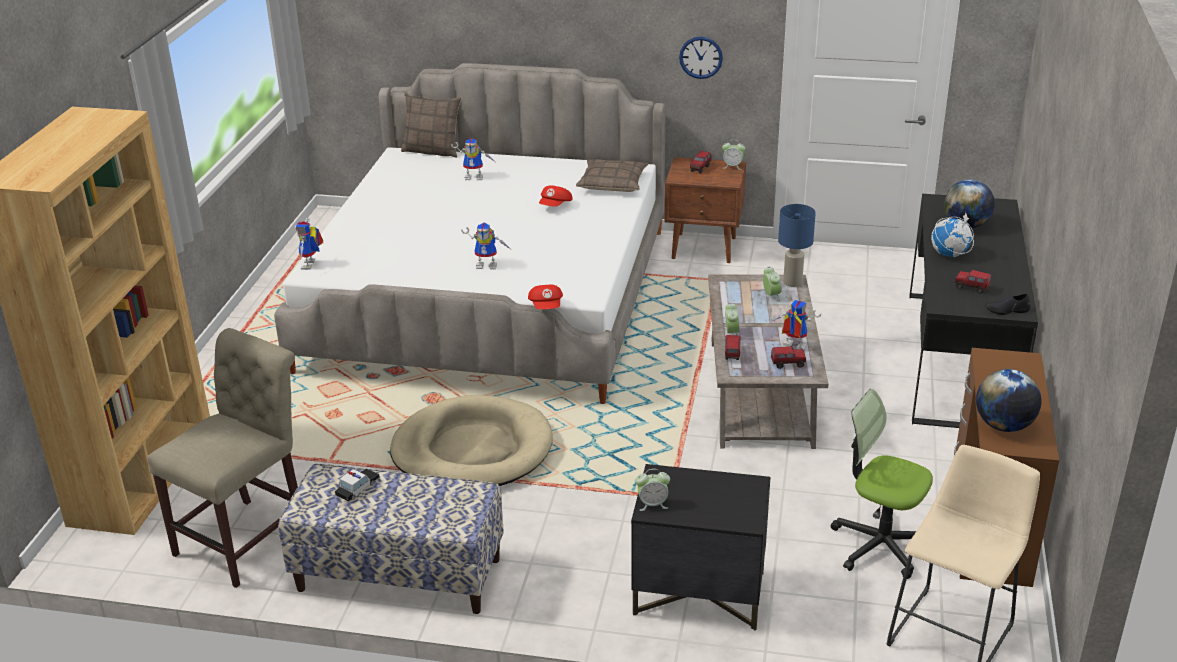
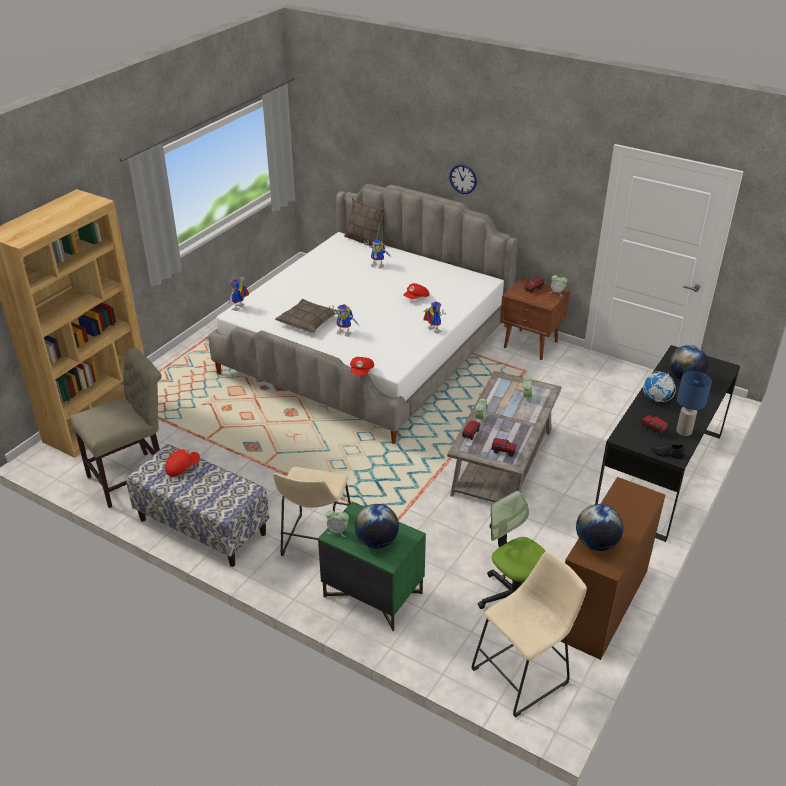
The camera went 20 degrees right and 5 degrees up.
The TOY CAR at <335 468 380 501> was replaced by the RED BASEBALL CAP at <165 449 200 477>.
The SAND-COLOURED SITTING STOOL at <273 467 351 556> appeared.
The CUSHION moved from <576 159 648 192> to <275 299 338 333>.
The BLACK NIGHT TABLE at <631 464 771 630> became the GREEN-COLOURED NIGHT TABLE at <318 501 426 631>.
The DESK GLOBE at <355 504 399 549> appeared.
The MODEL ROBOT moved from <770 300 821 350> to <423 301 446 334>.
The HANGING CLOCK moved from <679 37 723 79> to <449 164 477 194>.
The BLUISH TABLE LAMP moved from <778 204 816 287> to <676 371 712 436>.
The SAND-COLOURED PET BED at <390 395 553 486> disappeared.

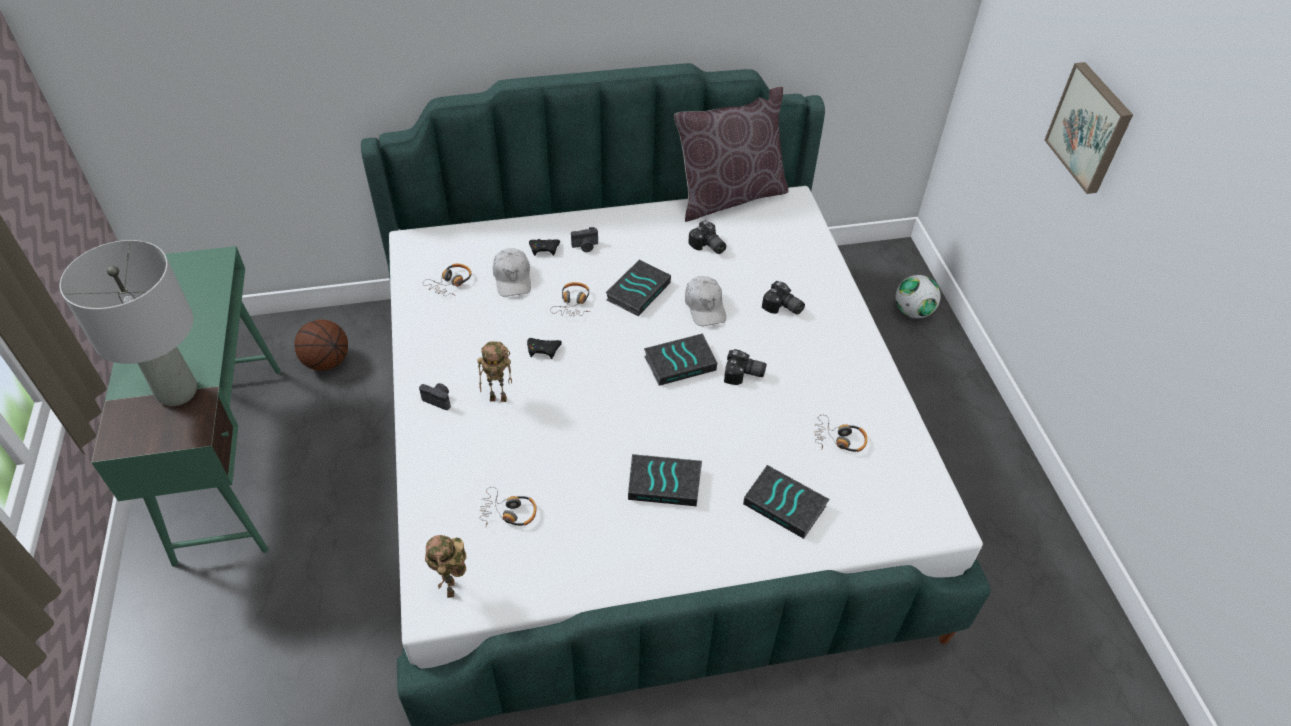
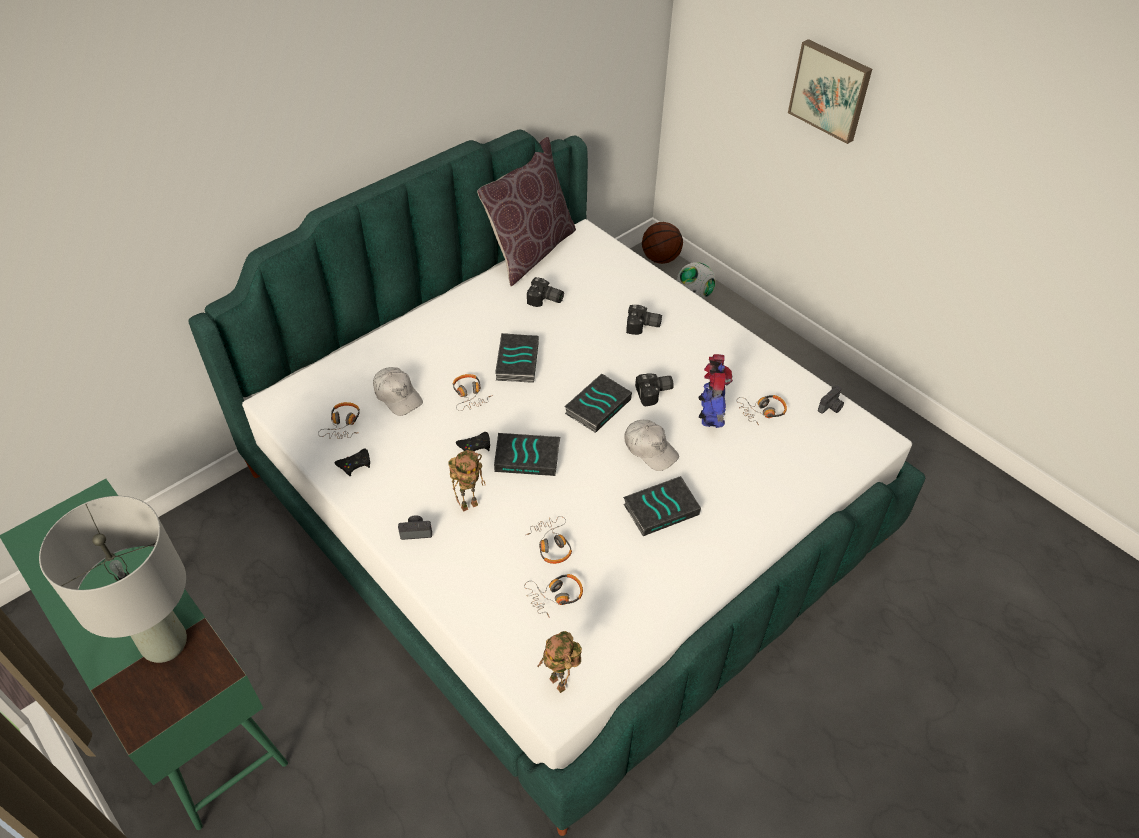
The camera went 30 degrees left and 0 degrees up.
The BLACK GAMEPAD moved from <529 239 560 256> to <335 448 370 476>.
The BOOK moved from <743 465 830 539> to <494 433 560 476>.
The PAIR OF HEADPHONES at <526 516 572 564> appeared.
The WHITISH BASEBALL CAP moved from <685 276 726 326> to <624 420 679 471>.
The BASKETBALL moved from <295 319 348 371> to <642 222 683 264>.
The MODEL ROBOT at <698 354 733 428> appeared.
The PHOTO CAMERA moved from <571 227 598 252> to <818 386 844 414>.

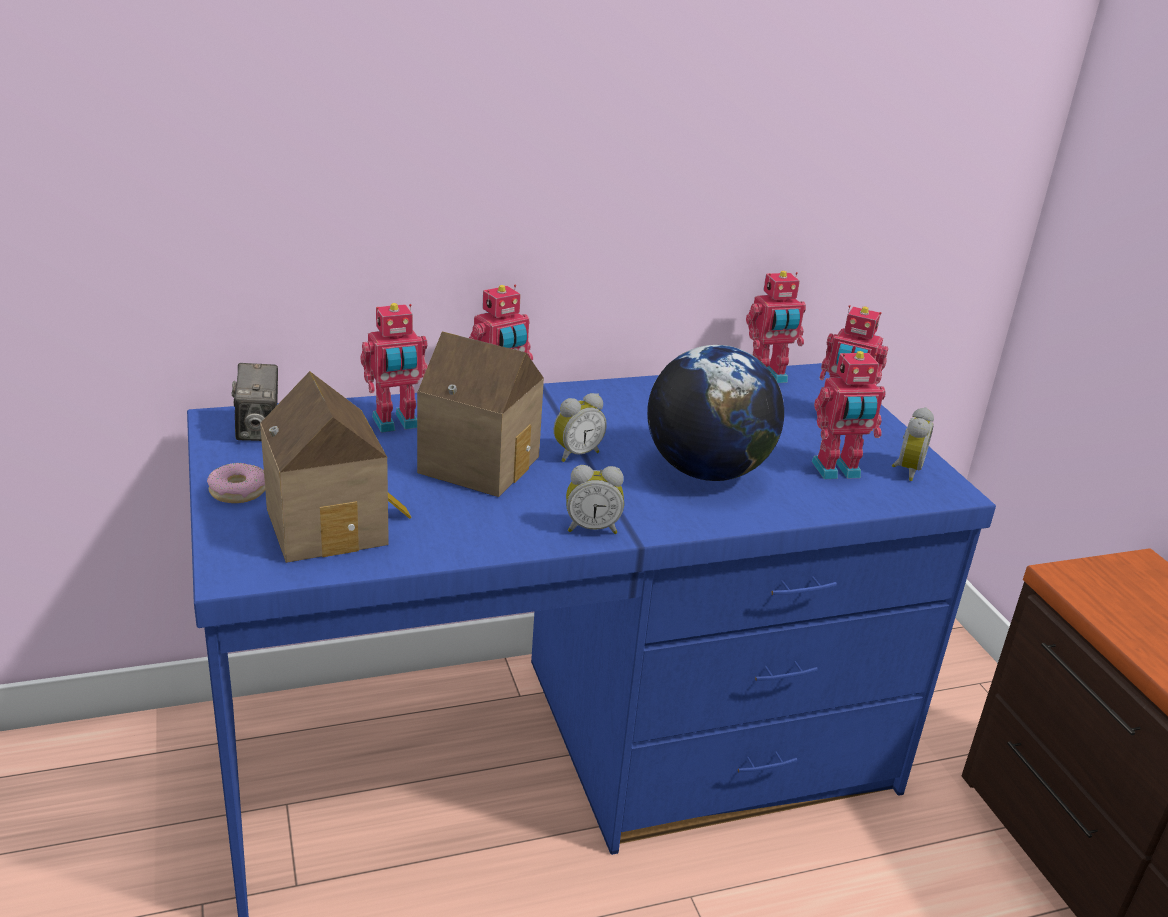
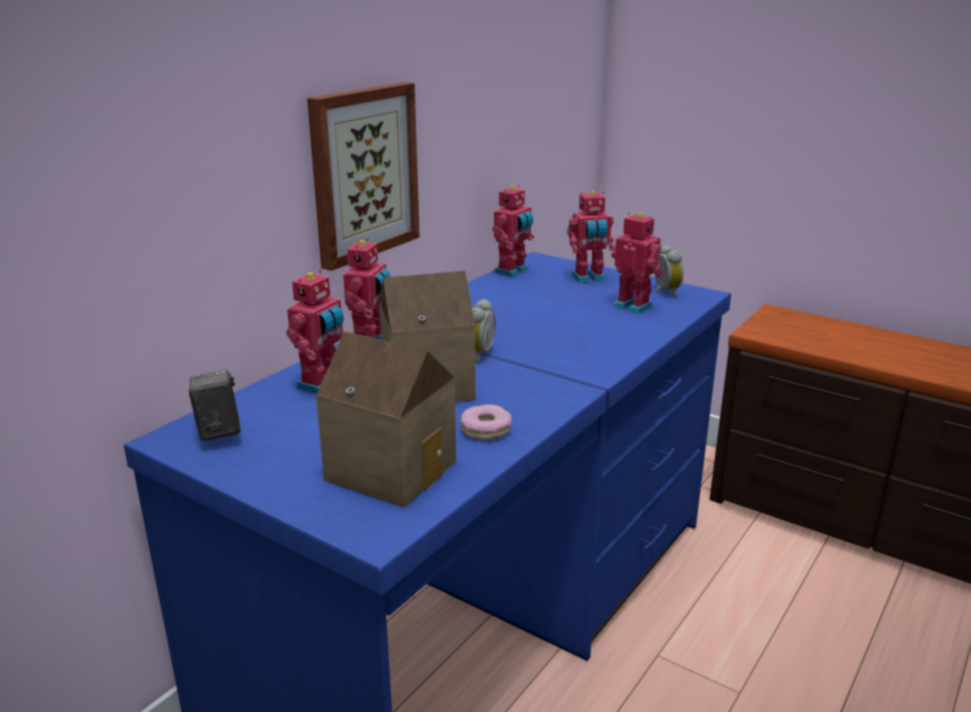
The camera went 35 degrees left and 5 degrees down.
The PHOTO CAMERA at <232 363 278 441> turned 150 degrees counterclockwise.
The WALL ART at <307 82 420 271> appeared.
The DOUGHNUT moved from <207 463 265 503> to <460 404 512 440>.
The MODEL ROBOT at <811 351 886 479> turned 90 degrees counterclockwise.
The ALARM CLOCK at <566 465 624 534> disappeared.
The DESK GLOBE at <647 345 784 481> disappeared.

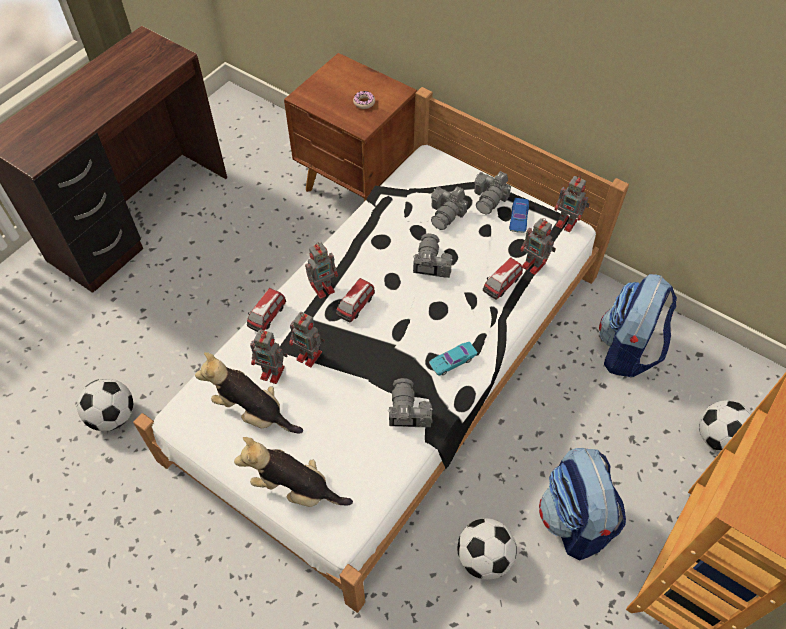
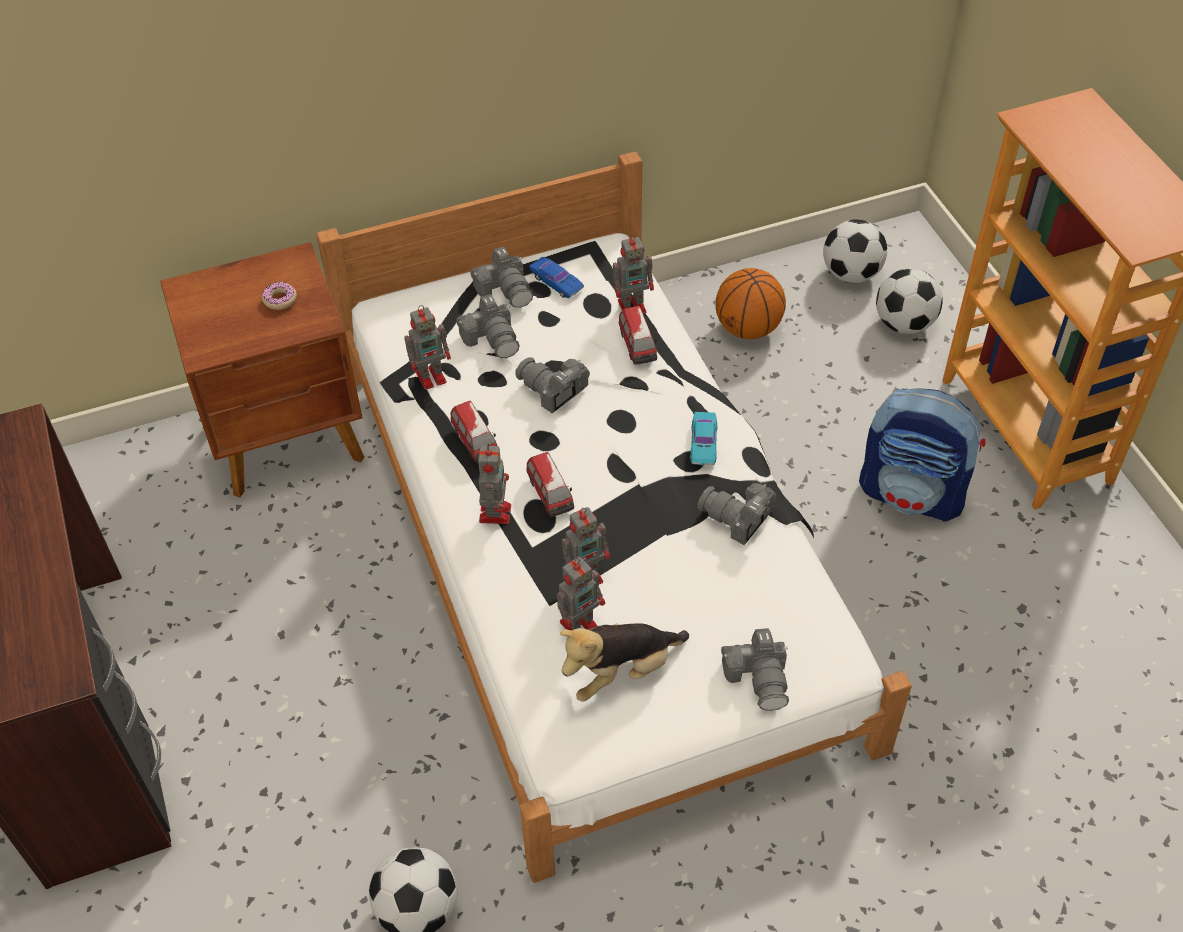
The camera went 55 degrees left and 5 degrees down.
The MODEL ROBOT moved from <555 175 590 232> to <404 305 451 390>.
The TOY CAR moved from <247 288 286 332> to <450 401 497 463>.
The RUCKSACK at <599 274 677 377> was replaced by the BASKETBALL at <715 268 786 339>.
The SOFT TOY at <234 437 353 507> was replaced by the PHOTO CAMERA at <721 628 789 711>.
The FOOTBALL BALL moved from <458 518 517 580> to <823 219 887 283>.

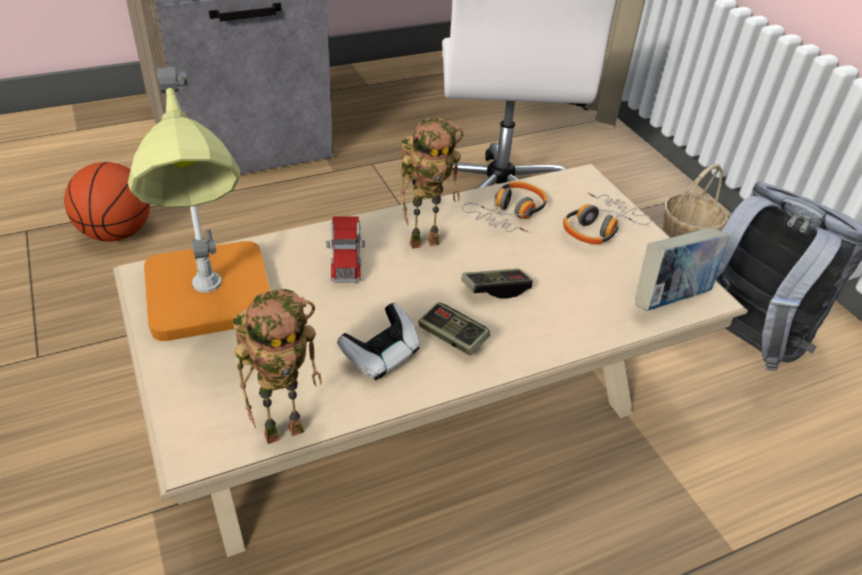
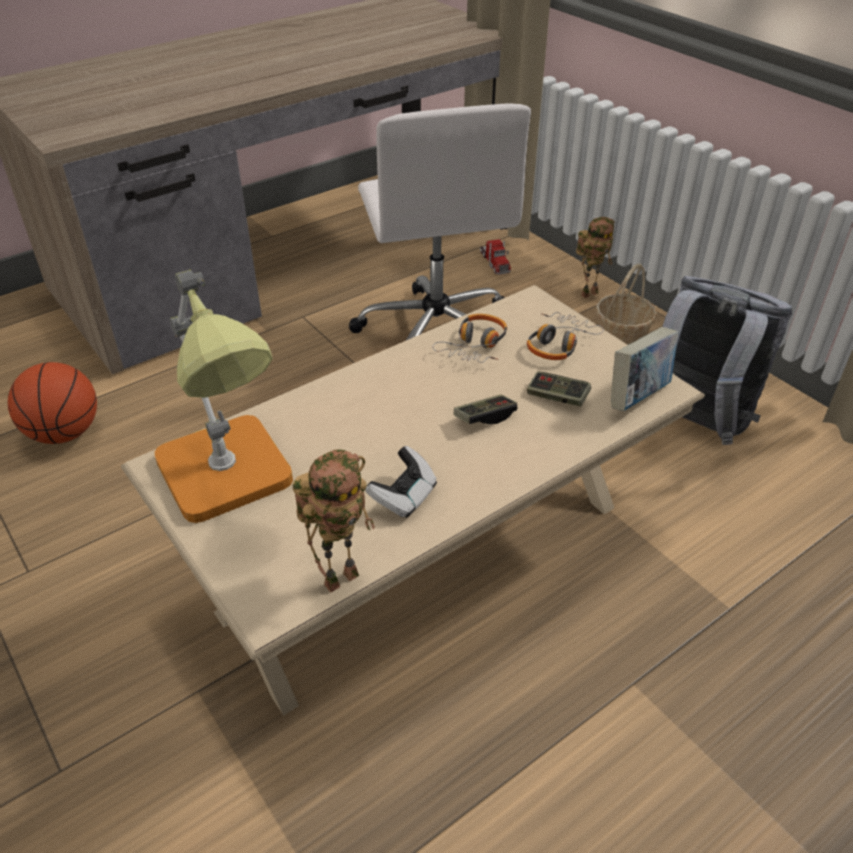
The camera went 10 degrees left and 0 degrees up.
The MODEL TRUCK moved from <326 216 365 283> to <480 239 511 275>.
The GAMEPAD moved from <418 302 490 356> to <527 371 591 407>.
The MODEL ROBOT moved from <400 118 463 249> to <576 217 615 298>.

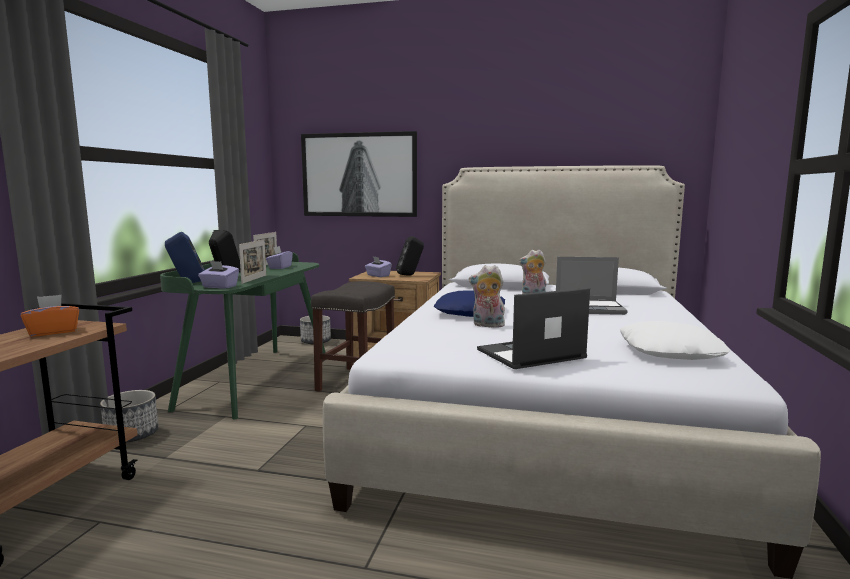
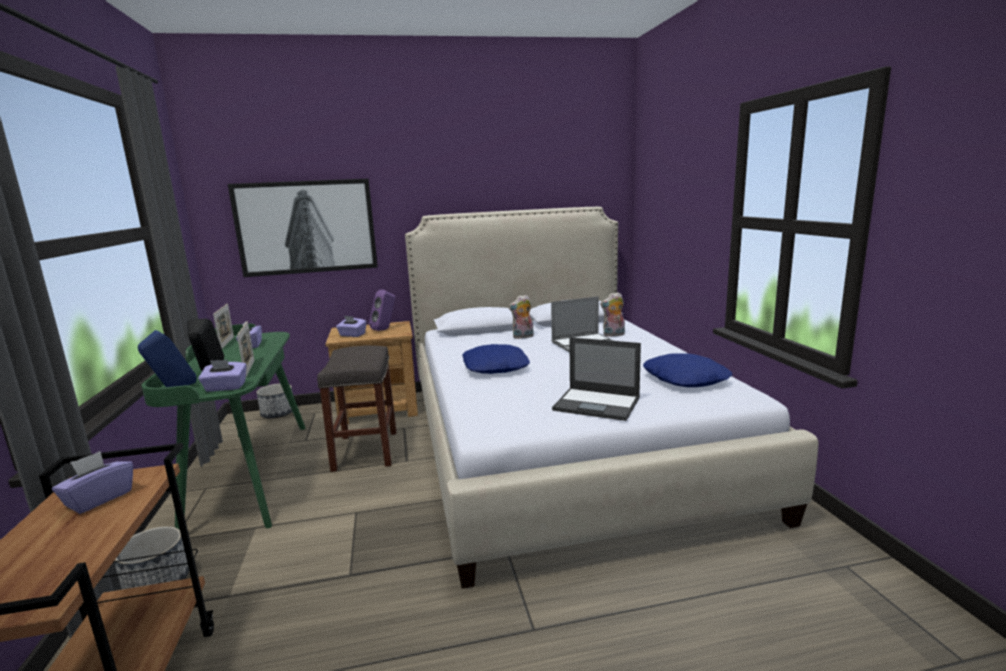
The camera went 25 degrees left and 5 degrees up.
The ORANGE-COLOURED BOX OF TISSUES at <21 295 79 337> became the PURPLISH BOX OF TISSUES at <52 451 133 514>.
The BLACK LOUDSPEAKER at <396 236 424 276> became the PURPLISH LOUDSPEAKER at <369 290 395 331>.
The PORTABLE COMPUTER at <477 288 590 369> turned 105 degrees counterclockwise.
The SOFT TOY moved from <469 265 505 328> to <600 292 625 337>.
The WHITISH CUSHION at <620 321 730 360> became the BLUISH CUSHION at <643 353 732 387>.

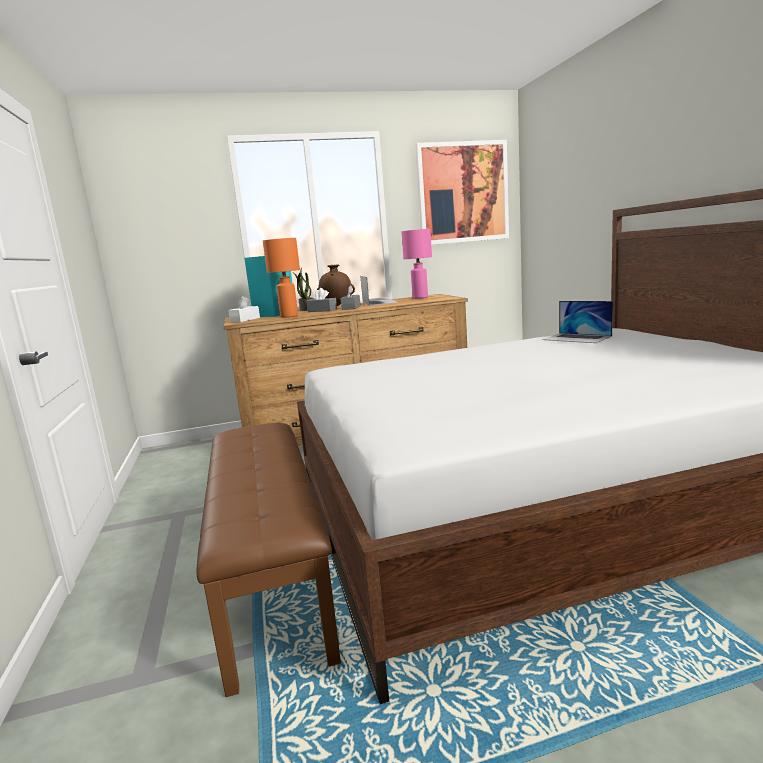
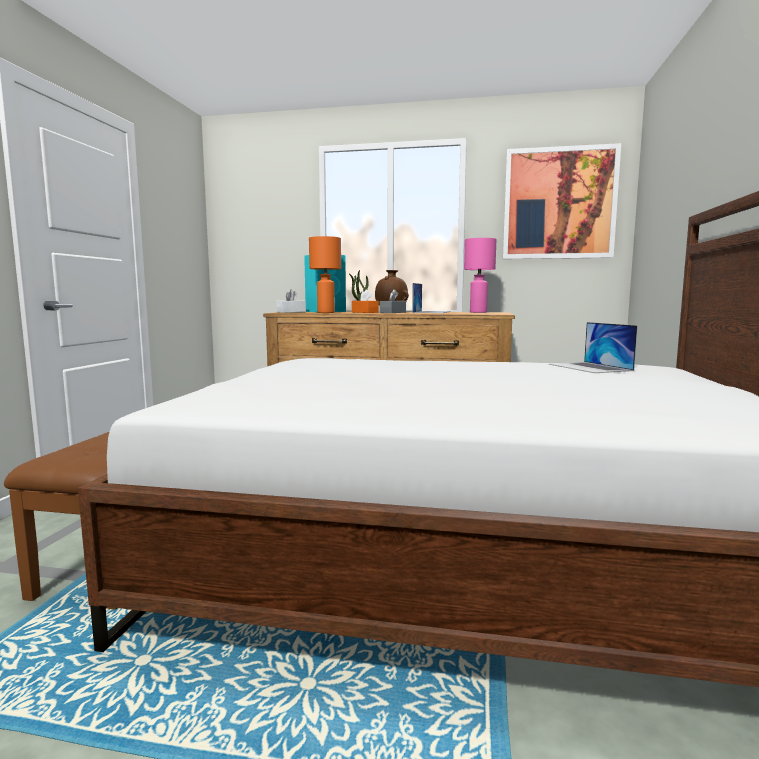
The camera went 25 degrees right and 5 degrees down.
The GREY BOX OF TISSUES at <306 288 337 312> became the ORANGE-COLOURED BOX OF TISSUES at <352 290 379 313>.

